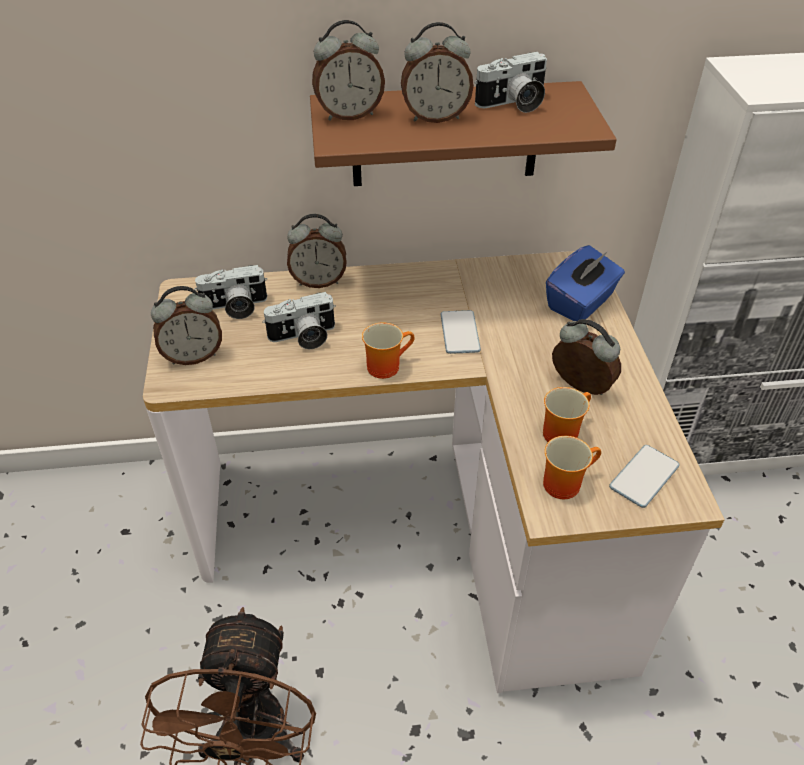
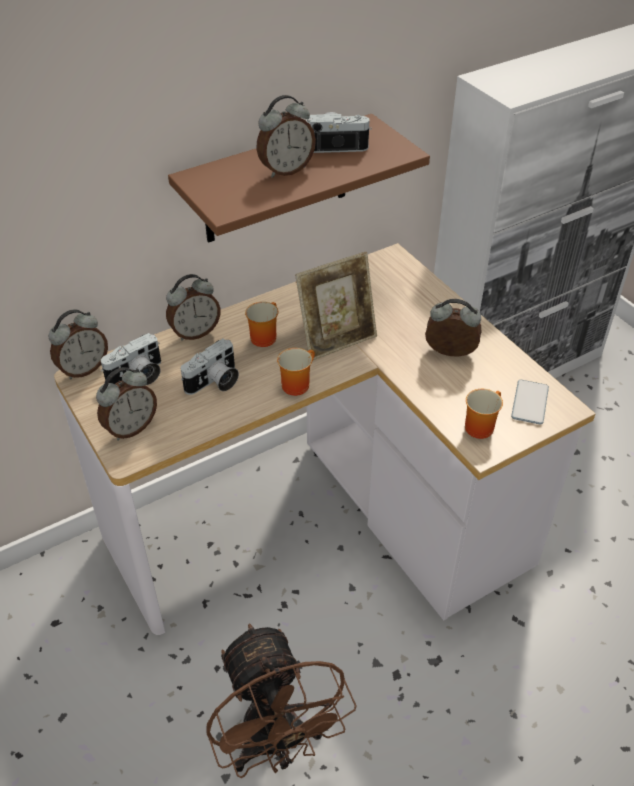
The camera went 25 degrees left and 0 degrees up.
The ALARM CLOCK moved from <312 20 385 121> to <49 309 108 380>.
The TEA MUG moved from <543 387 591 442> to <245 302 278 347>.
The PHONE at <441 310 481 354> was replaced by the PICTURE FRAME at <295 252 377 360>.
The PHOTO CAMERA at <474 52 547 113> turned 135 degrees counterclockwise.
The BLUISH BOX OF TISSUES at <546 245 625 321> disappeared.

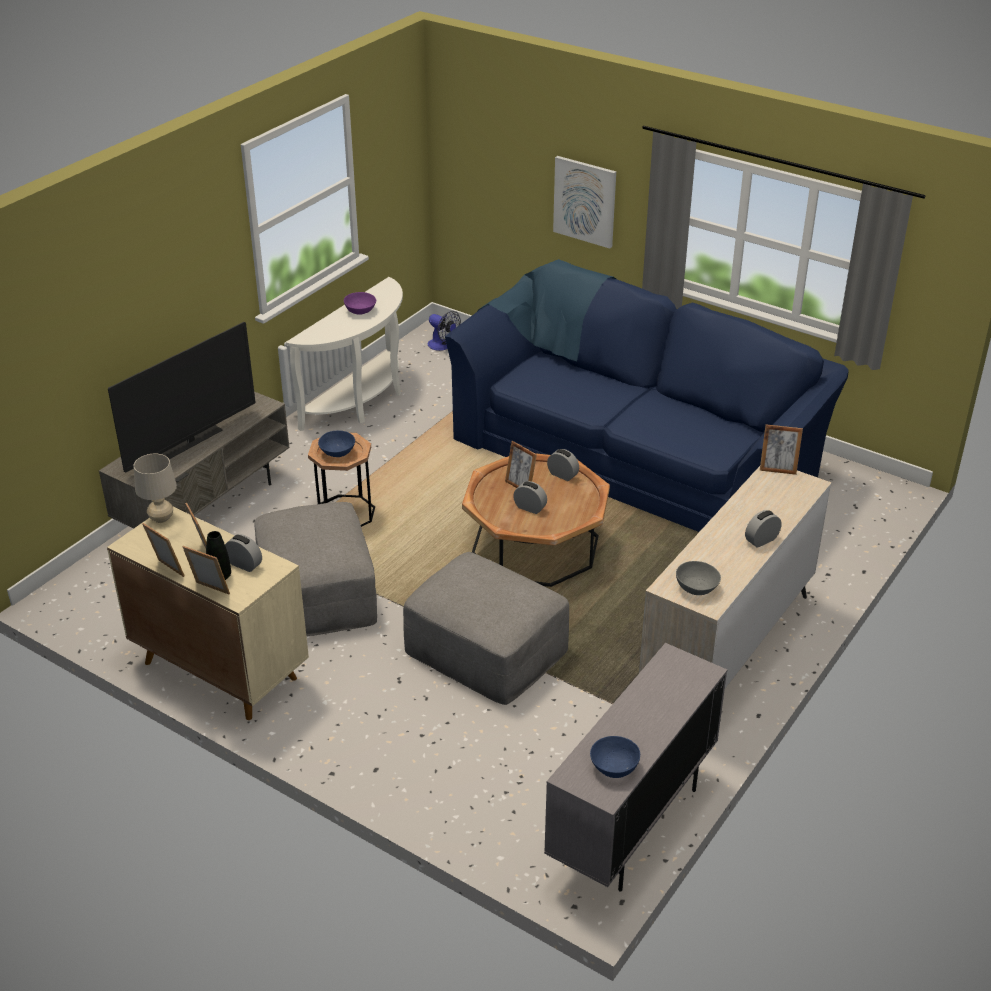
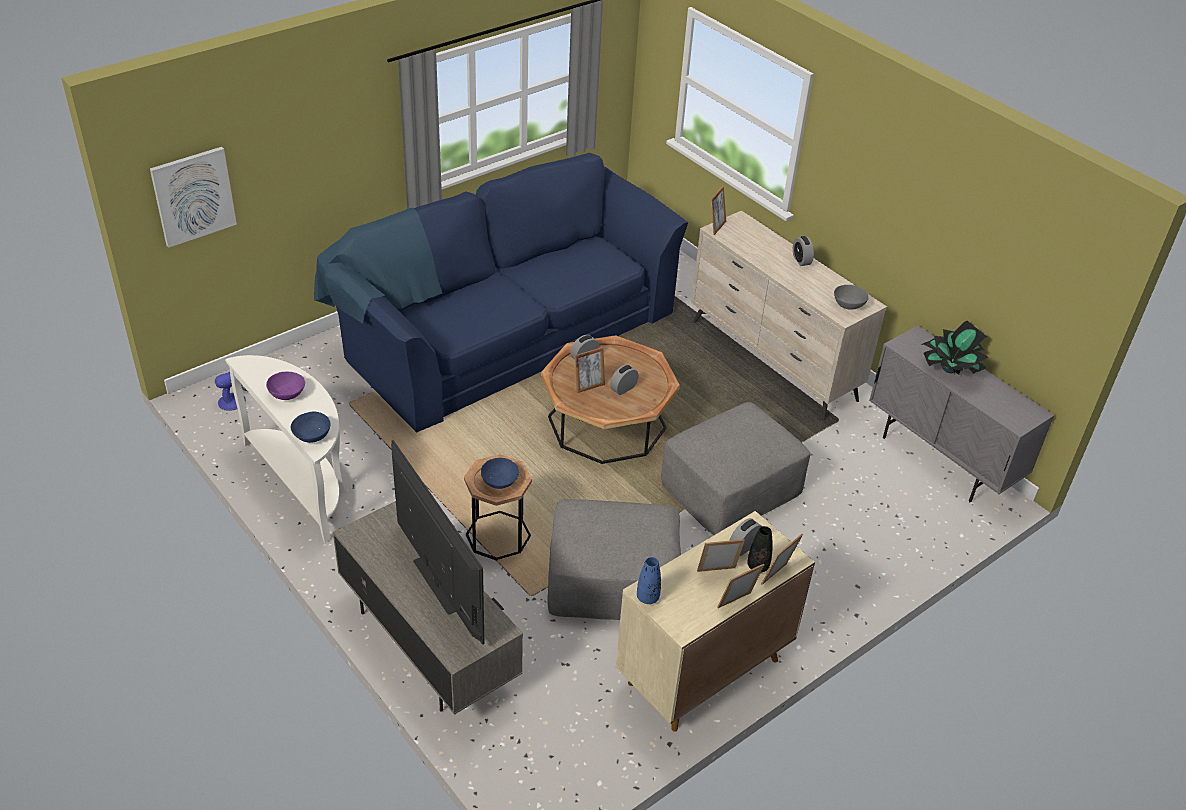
The camera went 75 degrees left and 5 degrees up.
The WALL ART moved from <553 156 616 249> to <150 147 237 248>.
The BLUISH BOWL moved from <590 736 640 778> to <291 411 330 443>.
The SAND-COLOURED TABLE LAMP at <133 453 177 523> was replaced by the BLUISH FLOWER VASE at <637 557 661 604>.
The PLANT IN A POT at <921 321 988 375> appeared.

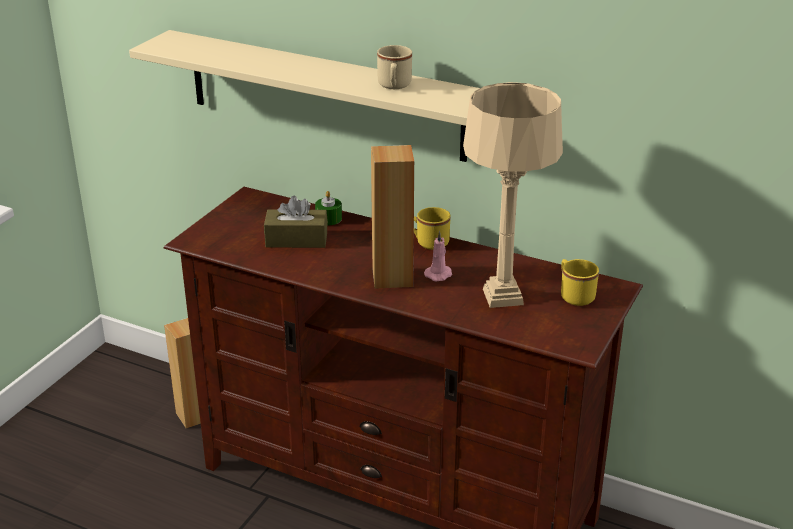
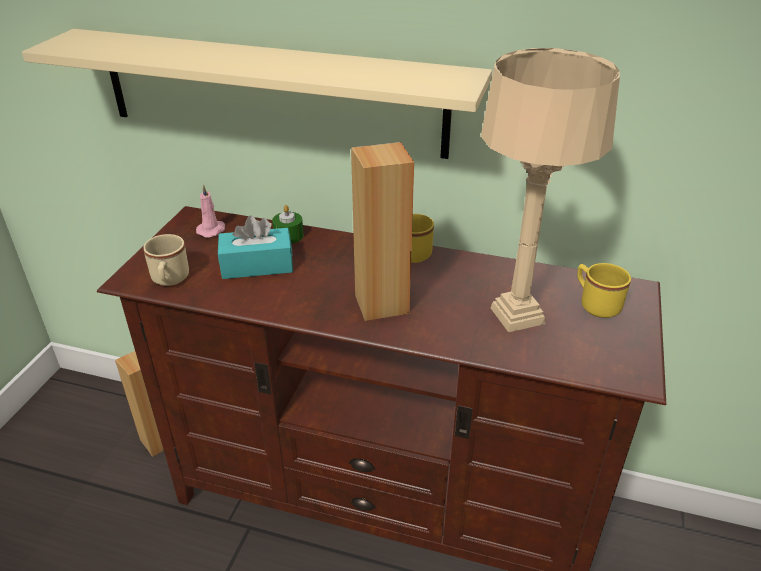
The camera went 10 degrees left and 5 degrees up.
The SAND-COLOURED TEA MUG moved from <377 45 412 89> to <143 234 189 286>.
The PINKISH CANDLE moved from <424 231 452 282> to <196 184 225 238>.
The BROWN BOX OF TISSUES at <264 196 328 248> became the TURQUOISE BOX OF TISSUES at <218 215 293 279>.

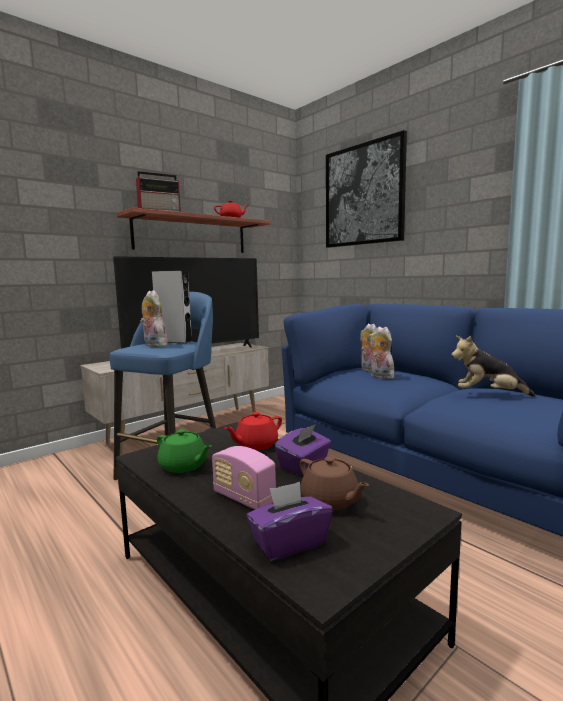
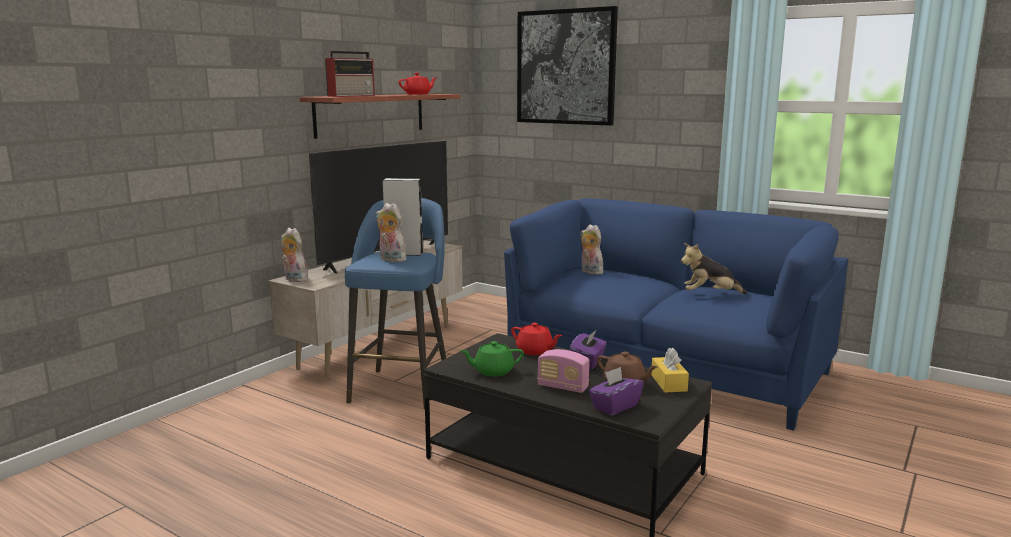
The camera went 15 degrees left and 5 degrees up.
The SOFT TOY moved from <368 327 394 379> to <281 228 308 282>.
The GREEN-COLOURED POT FOR TEA at <157 429 212 473> turned 150 degrees clockwise.
The RED POT FOR TEA at <225 412 282 450> turned 90 degrees counterclockwise.
The YELLOWISH BOX OF TISSUES at <651 347 689 393> appeared.

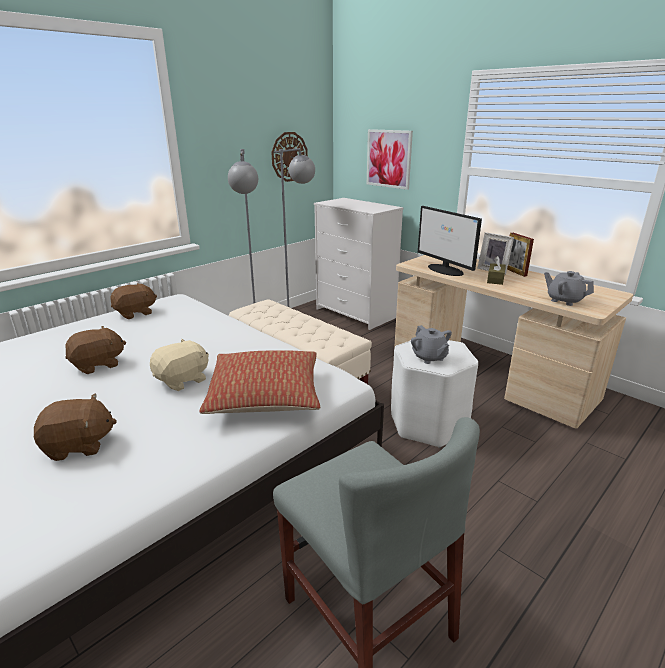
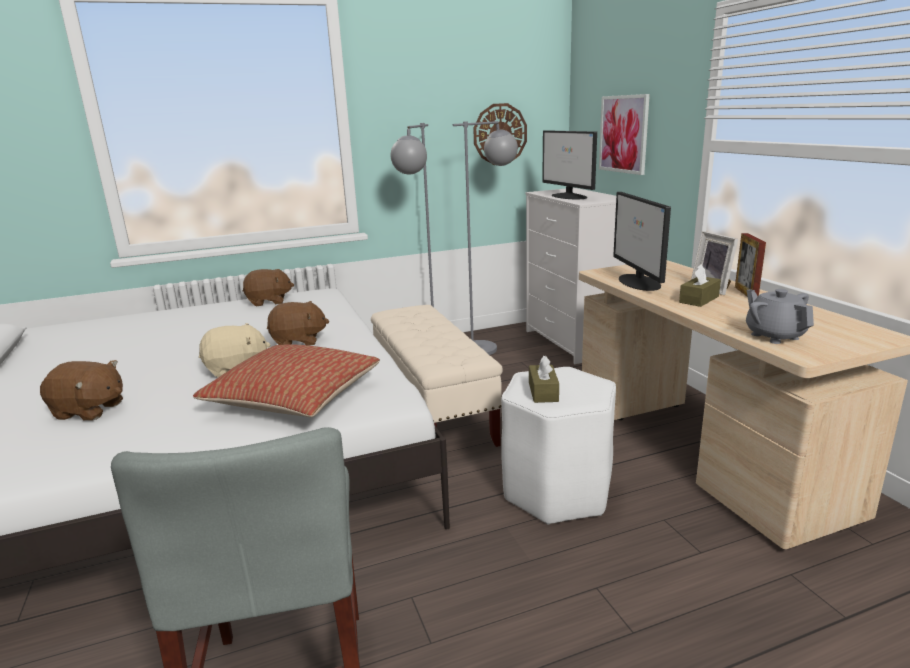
The camera went 25 degrees right and 5 degrees down.
The BROWN SOFT TOY moved from <65 326 126 374> to <267 301 329 346>.
The GREY POT FOR TEA at <411 325 452 364> was replaced by the BROWN BOX OF TISSUES at <529 356 559 403>.
The MONITOR at <542 130 597 199> appeared.

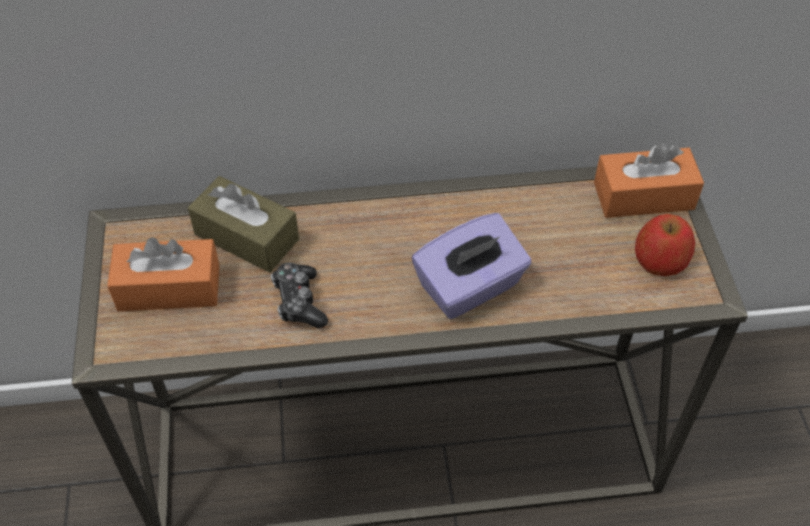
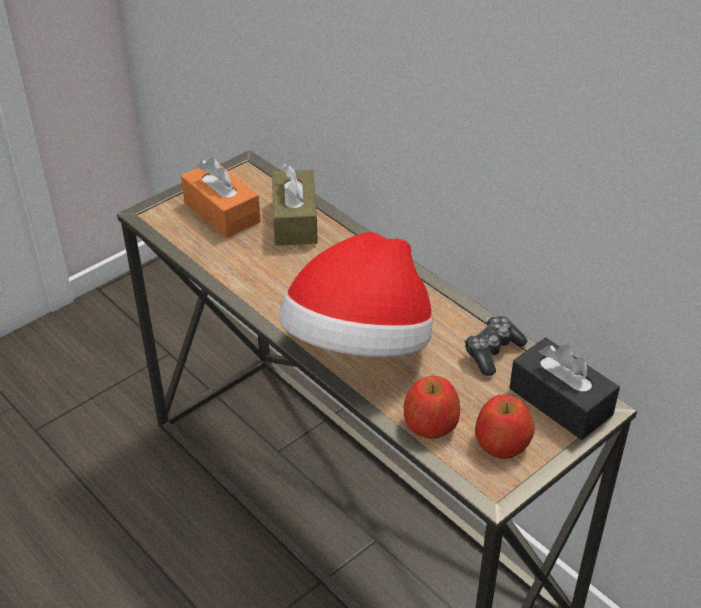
The camera went 55 degrees right and 10 degrees down.
The PURPLISH BOX OF TISSUES at <412 213 531 319> was replaced by the CLOTHING HAT at <279 232 433 357>.
The APPLE FRUIT at <404 375 460 439> appeared.
The GAMEPAD moved from <271 263 328 328> to <465 316 527 376>.
The ORANGE-COLOURED BOX OF TISSUES at <594 143 704 218> became the BLACK BOX OF TISSUES at <510 338 620 440>.

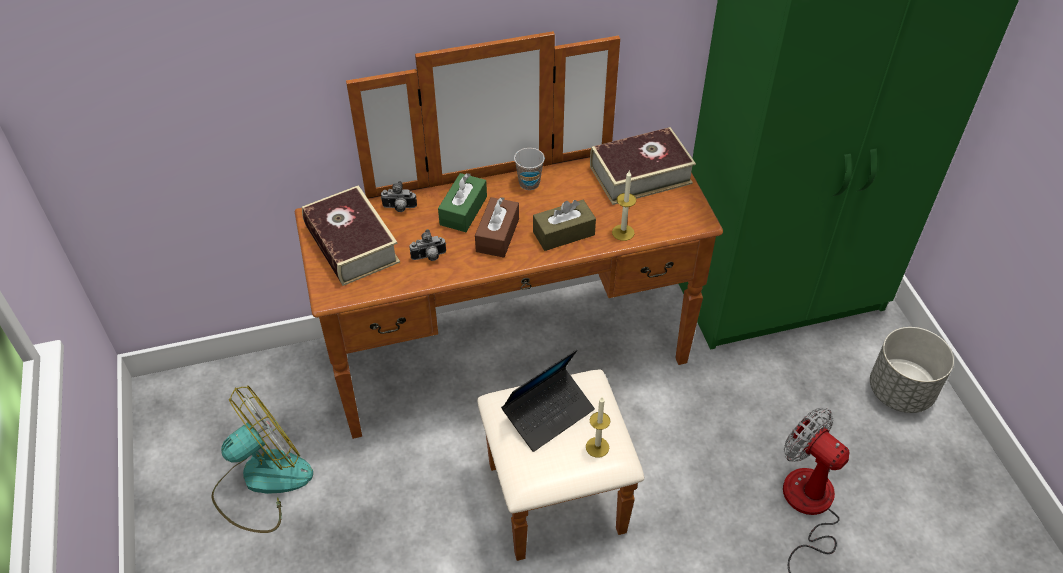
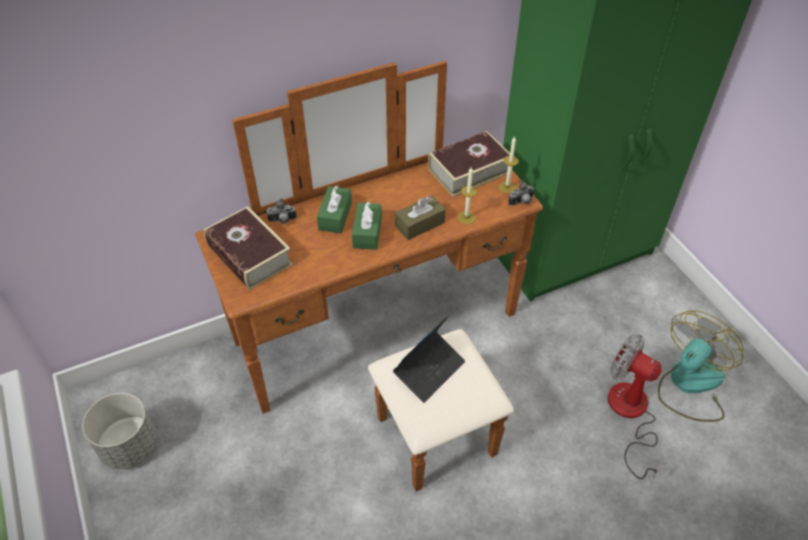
The camera went 10 degrees left and 0 degrees up.
The GREY PLANT POT moved from <870 327 954 413> to <82 393 157 469>.
The BROWN BOX OF TISSUES at <475 197 519 258> became the GREEN-COLOURED BOX OF TISSUES at <352 201 382 250>.
The CANDLE moved from <586 397 610 458> to <499 136 519 194>.
The PHOTO CAMERA moved from <410 229 446 261> to <508 180 534 206>.
The FAN moved from <211 385 313 533> to <658 310 743 422>.
The DRINKING CUP at <514 148 545 190> disappeared.

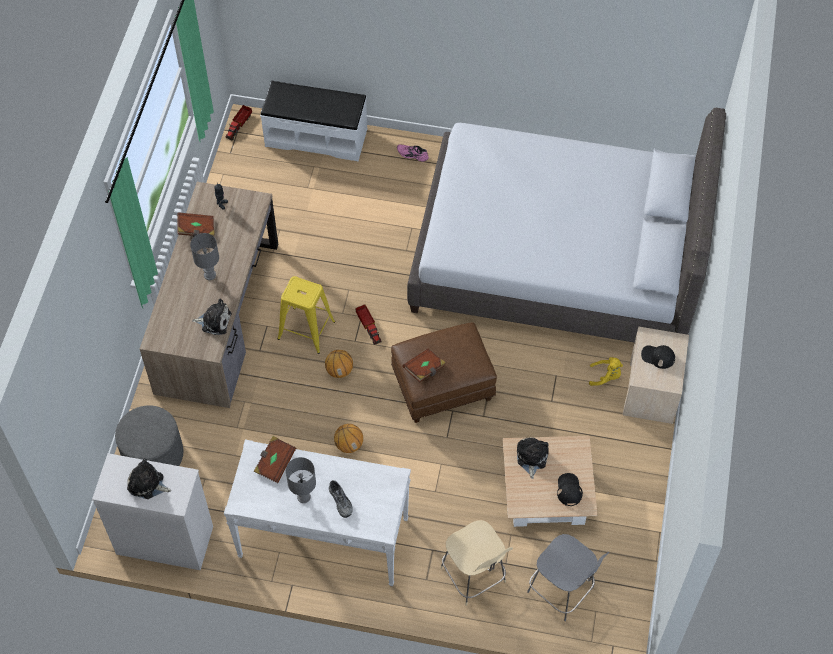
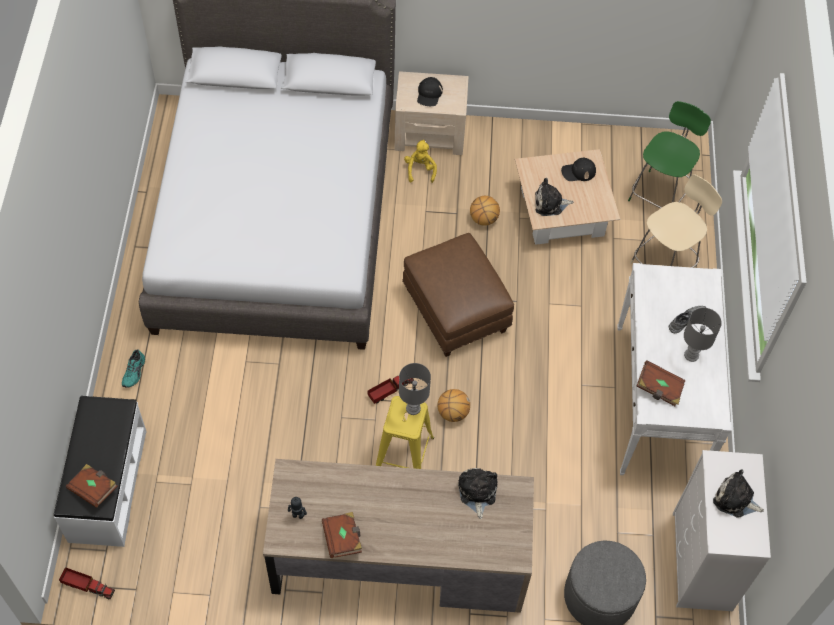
The camera went 100 degrees left and 0 degrees up.
The BROWN BOOK moved from <402 348 446 382> to <66 464 118 508>.
The PINKISH ITEM OF FOOTWEAR at <397 144 429 162> became the TURQUOISE ITEM OF FOOTWEAR at <122 349 145 388>.
The GREY TABLE LAMP moved from <190 233 219 280> to <399 363 431 415>.
The BASKETBALL moved from <334 424 363 453> to <470 196 500 226>.
The GREY PLAIN CHAIR at <527 534 609 621> became the GREEN-COLOURED PLAIN CHAIR at <628 101 711 208>.
The SOFT TOY at <127 458 171 499> turned 105 degrees clockwise.

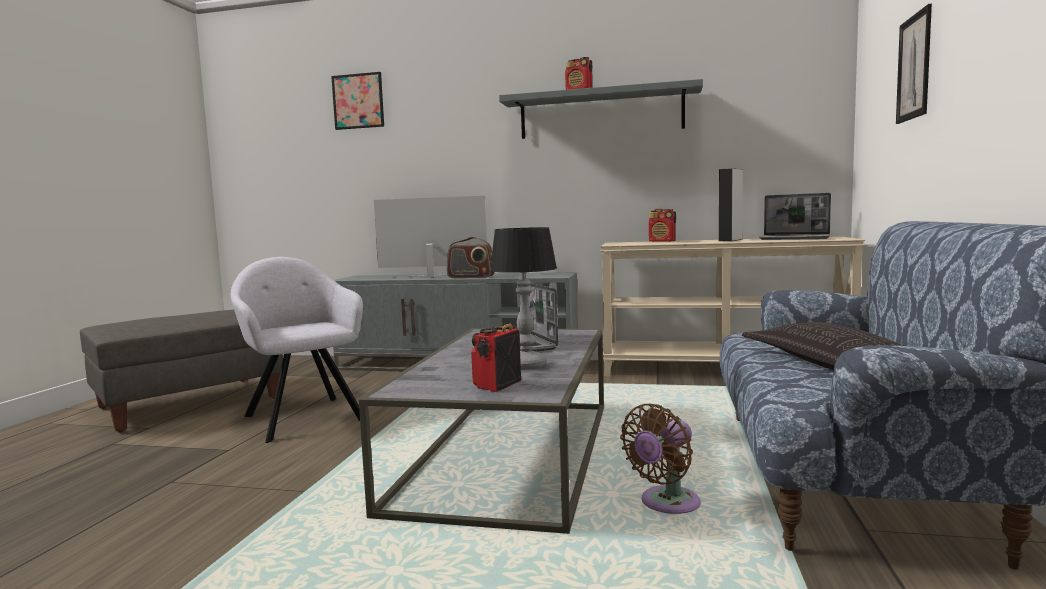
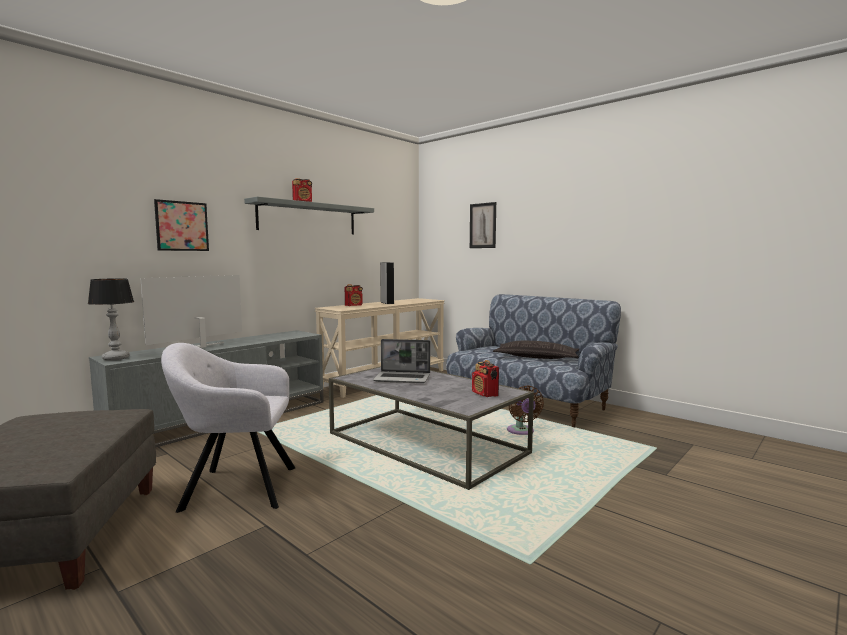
The camera went 60 degrees left and 0 degrees up.
The TABLE LAMP moved from <490 227 557 370> to <88 278 134 361>.
The WALL ART moved from <331 72 384 130> to <154 199 209 251>.
The RADIO RECEIVER at <447 237 495 278> disappeared.
The PORTABLE COMPUTER at <759 193 831 240> disappeared.

